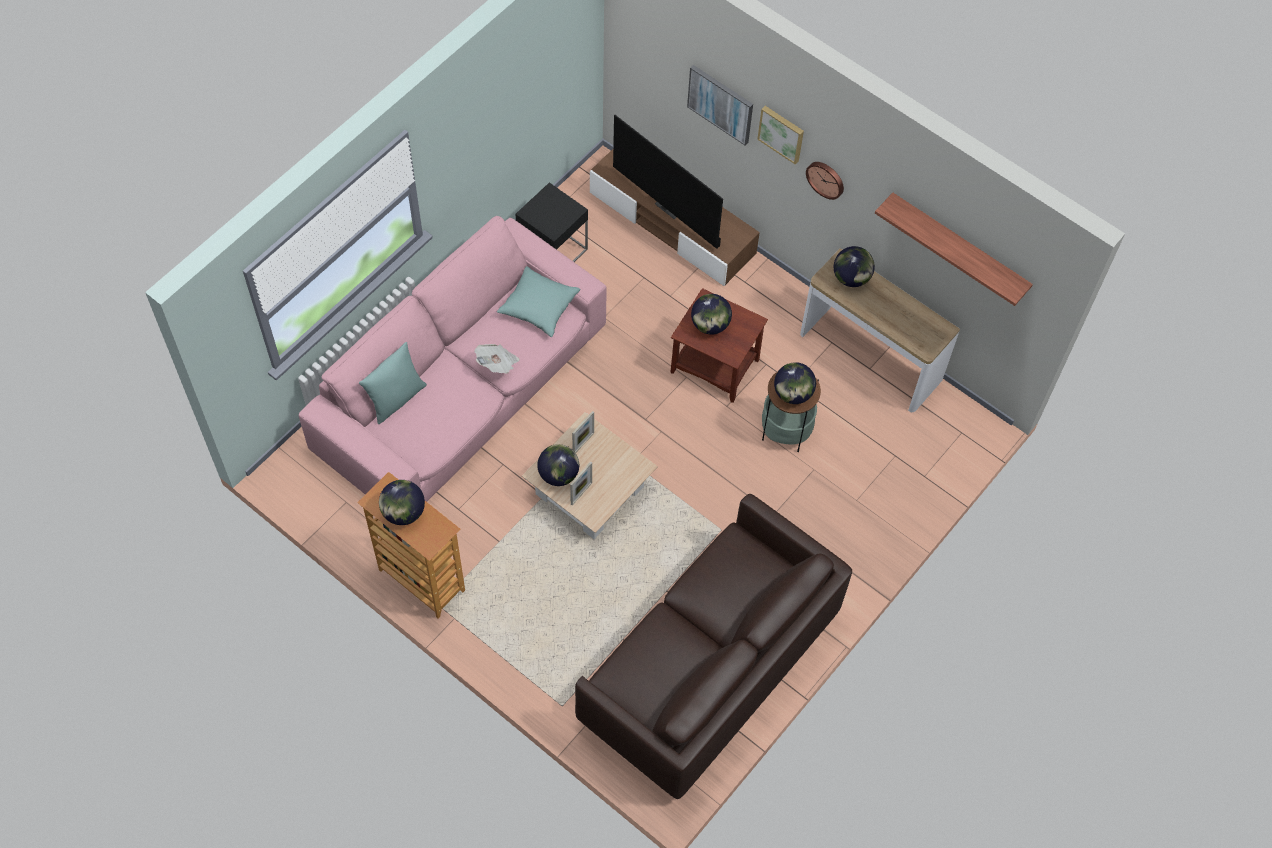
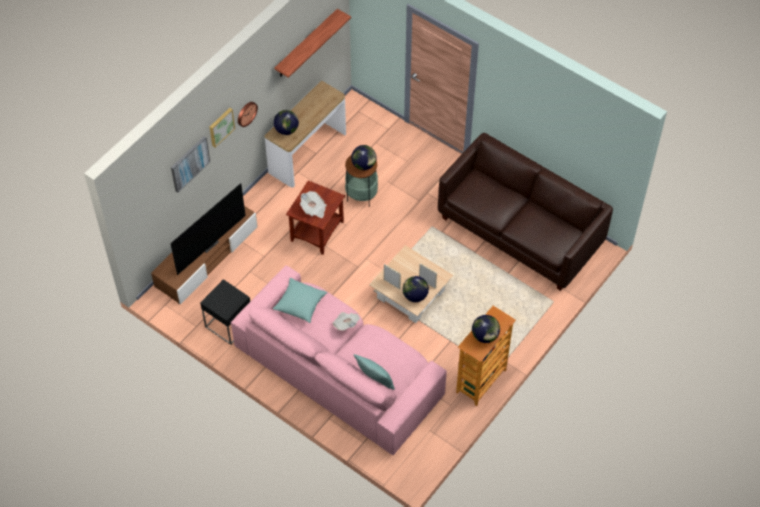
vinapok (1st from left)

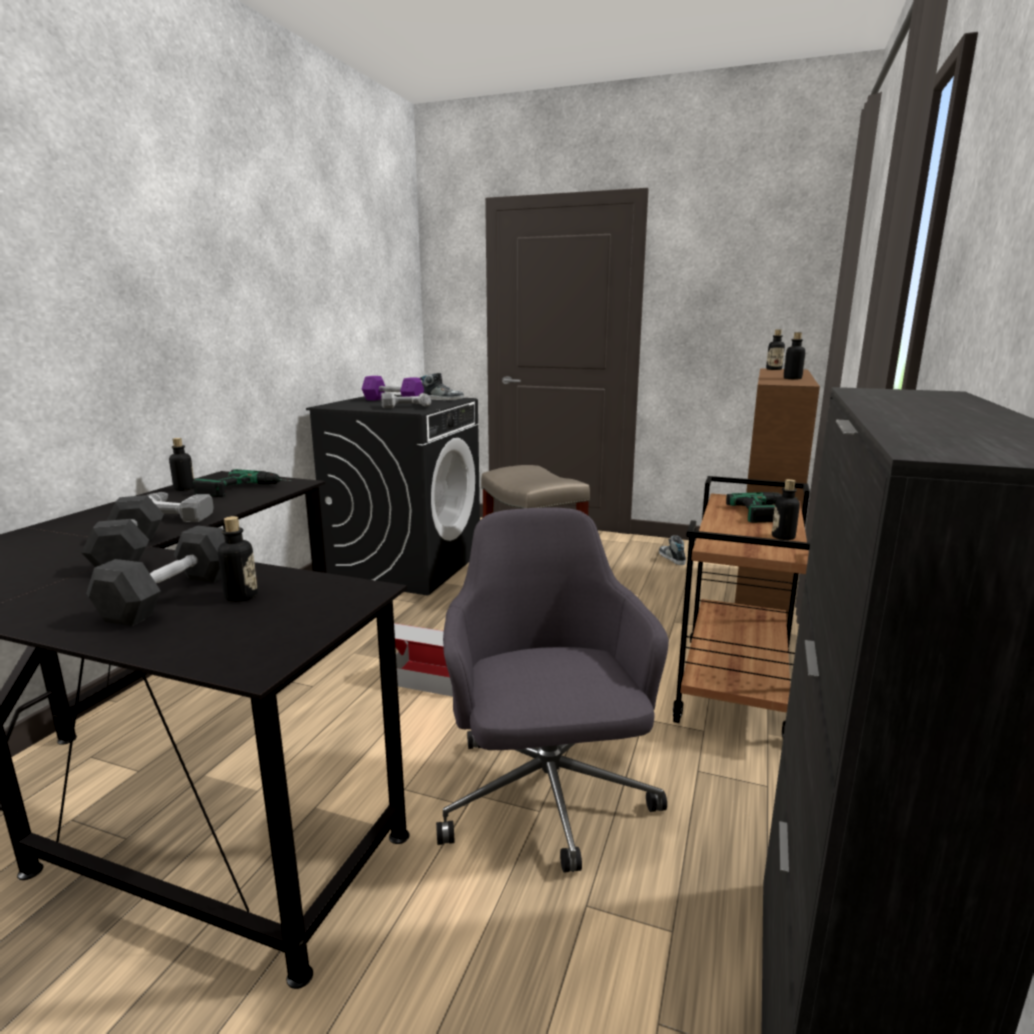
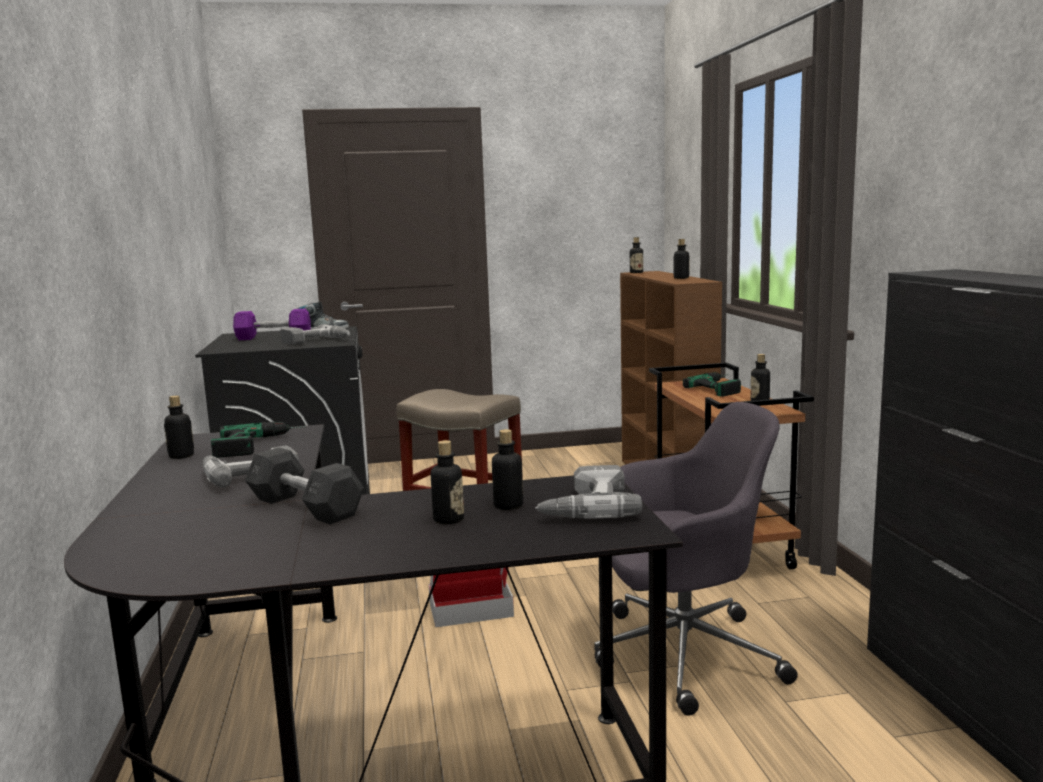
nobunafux (2nd from left)
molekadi (4th from left)
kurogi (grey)
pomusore (2nd from left in the first image)

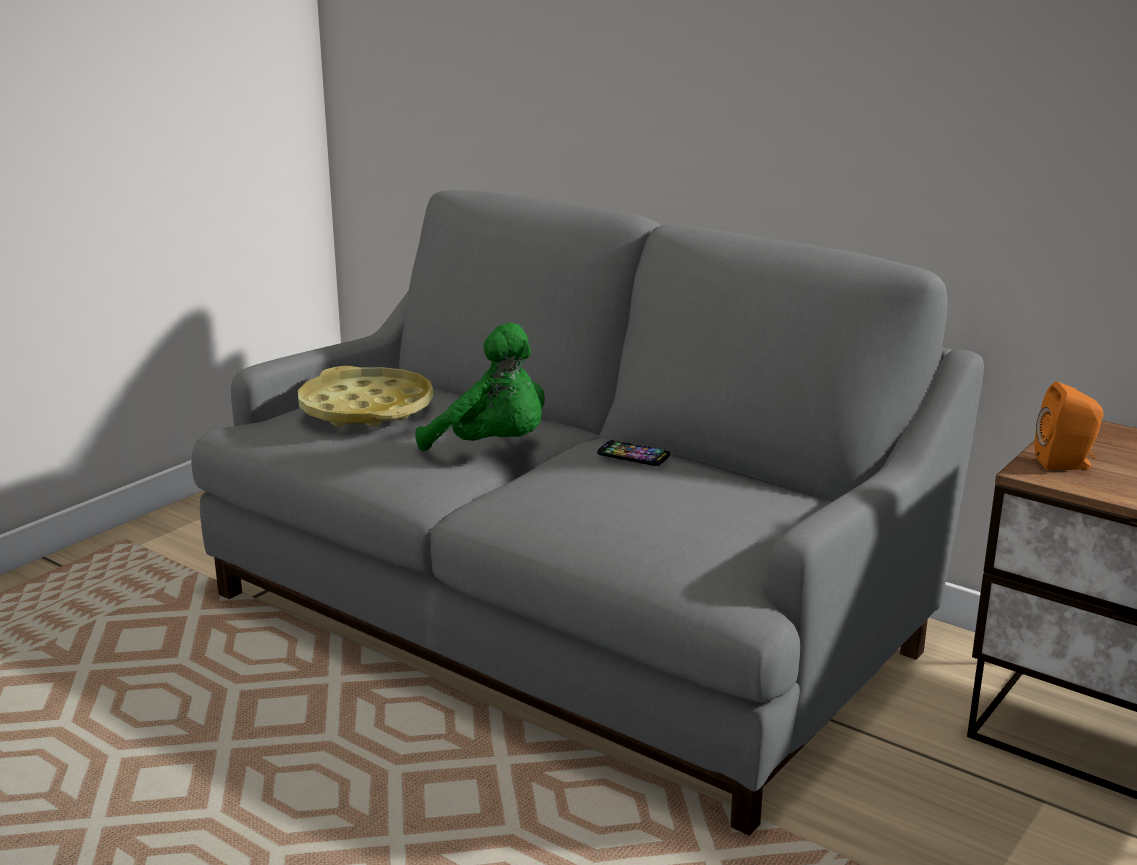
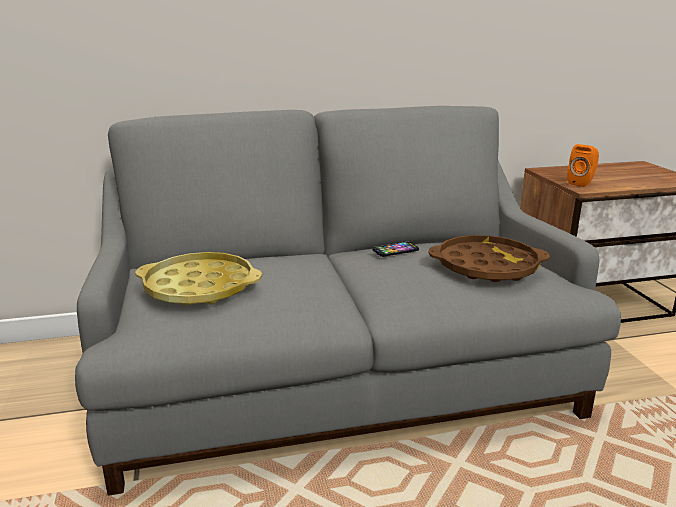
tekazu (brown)
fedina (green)

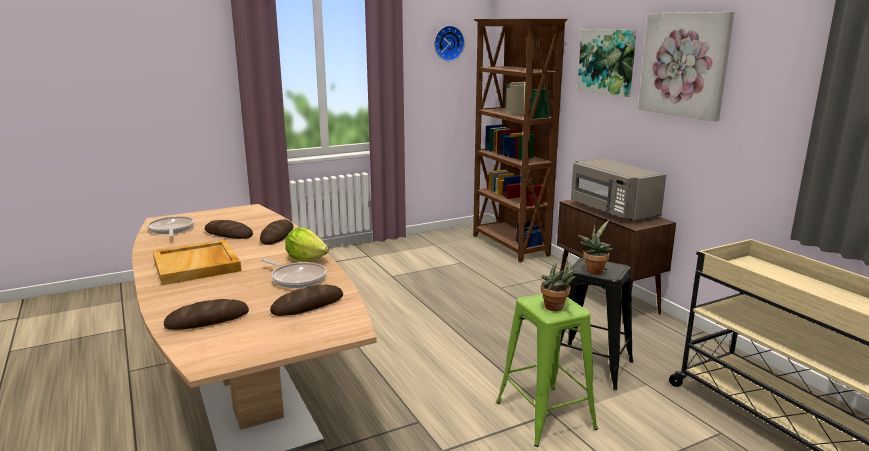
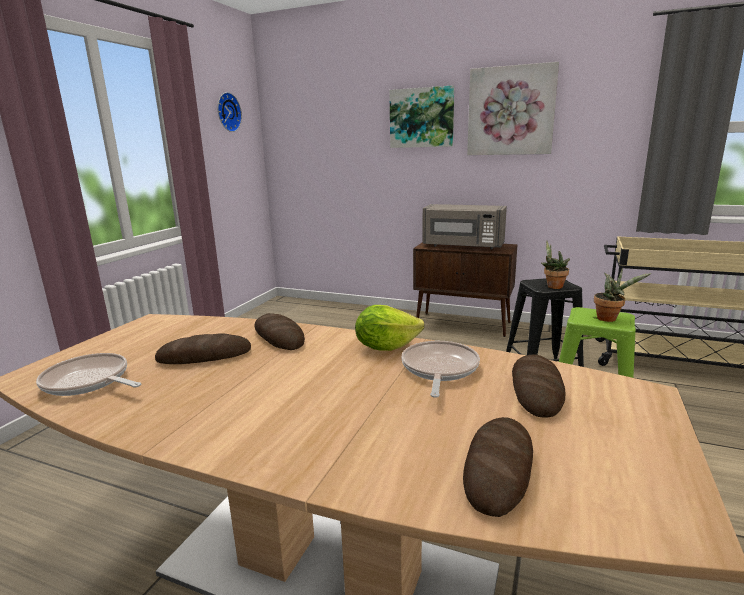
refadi (2nd from left)
tekazu (beige)
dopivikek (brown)

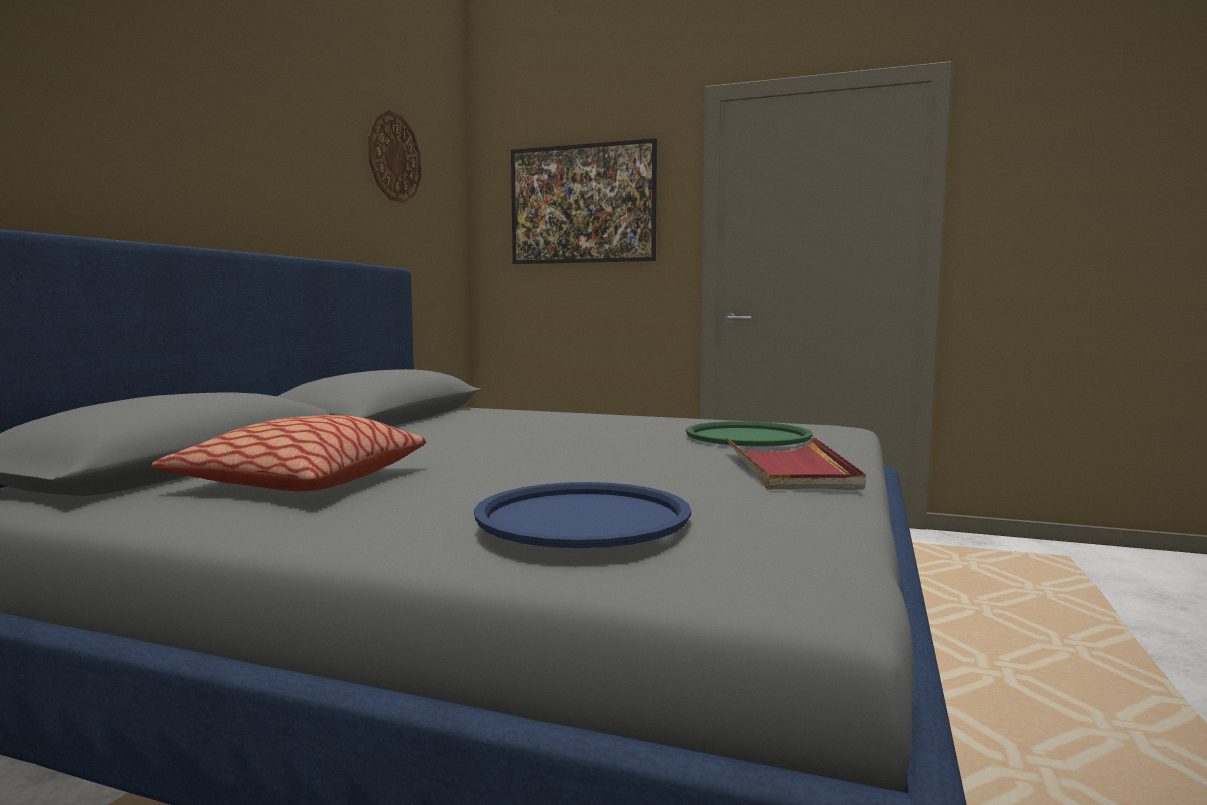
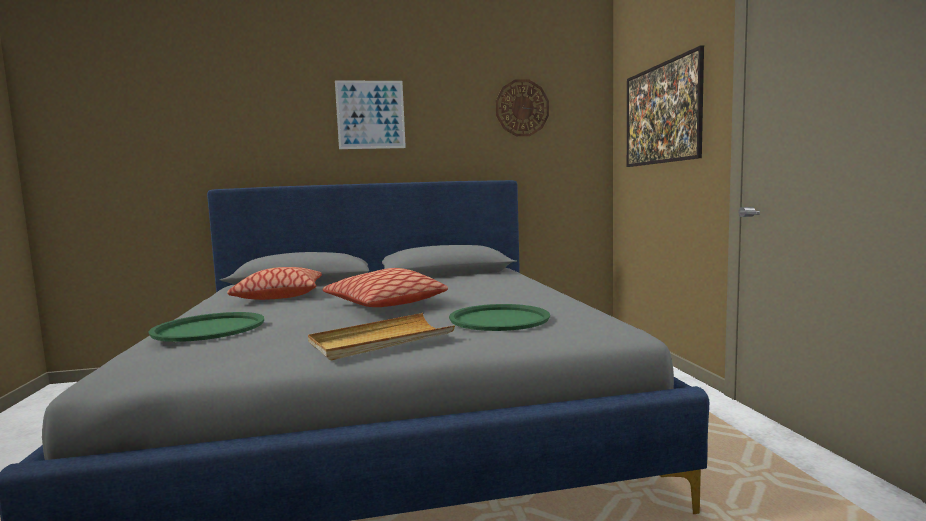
tekazu (green) (1st from left)
tekazu (beige)
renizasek (2nd from left)
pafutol (1st from left)

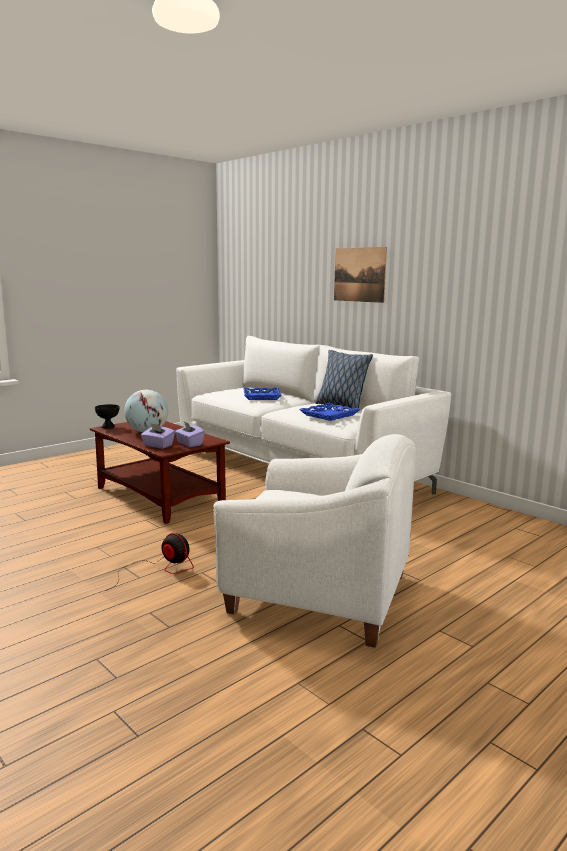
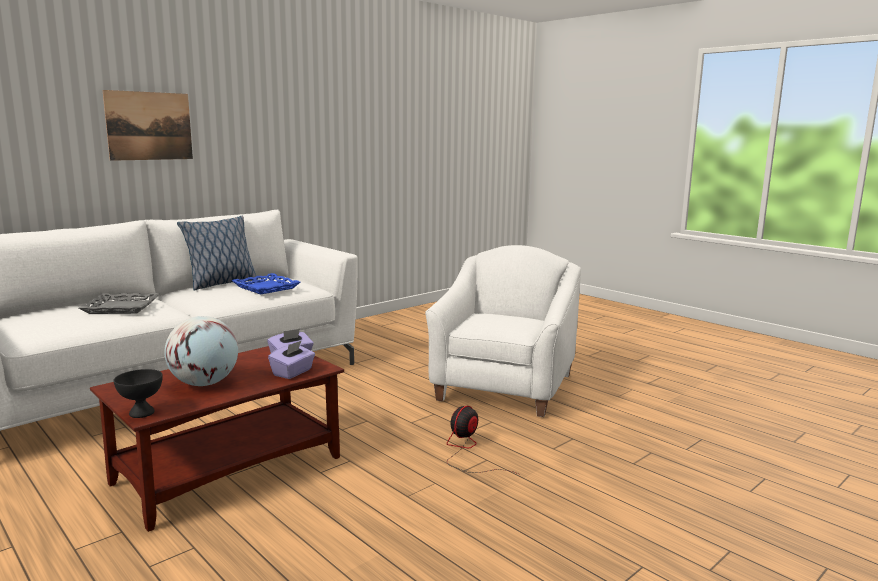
tekazu (grey)

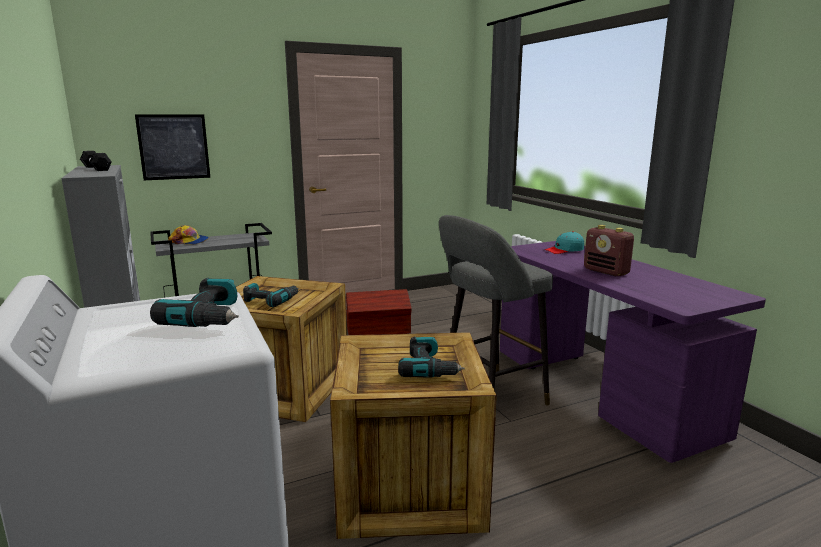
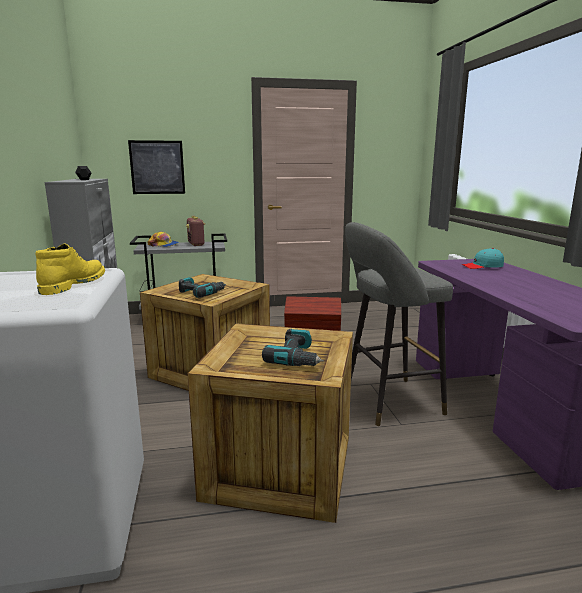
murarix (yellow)
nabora

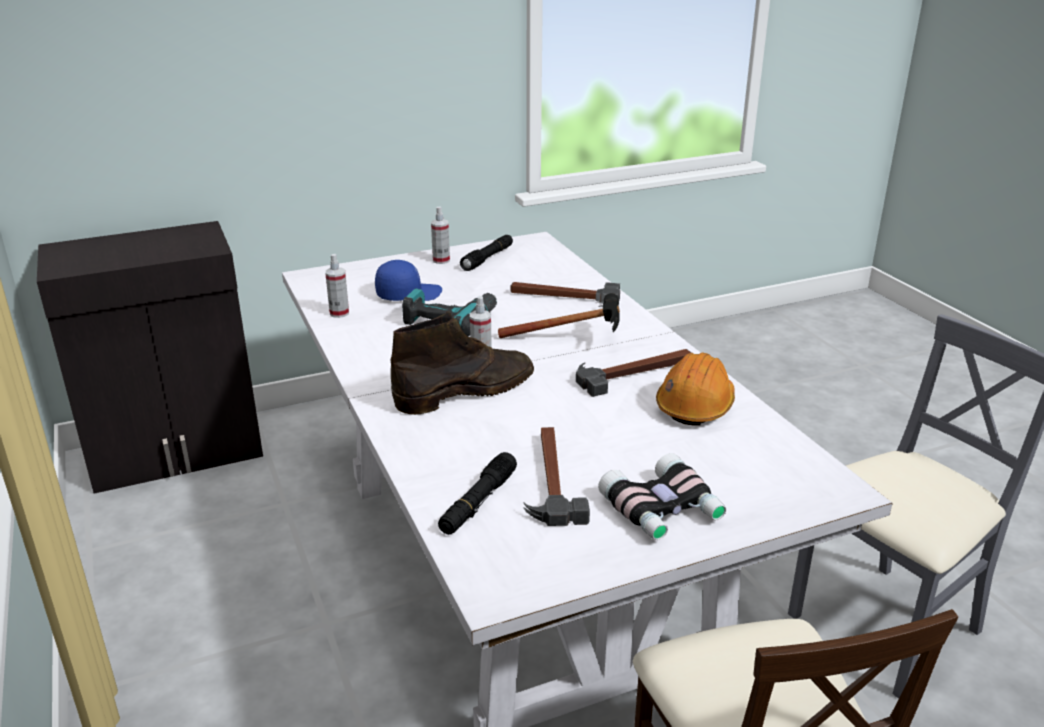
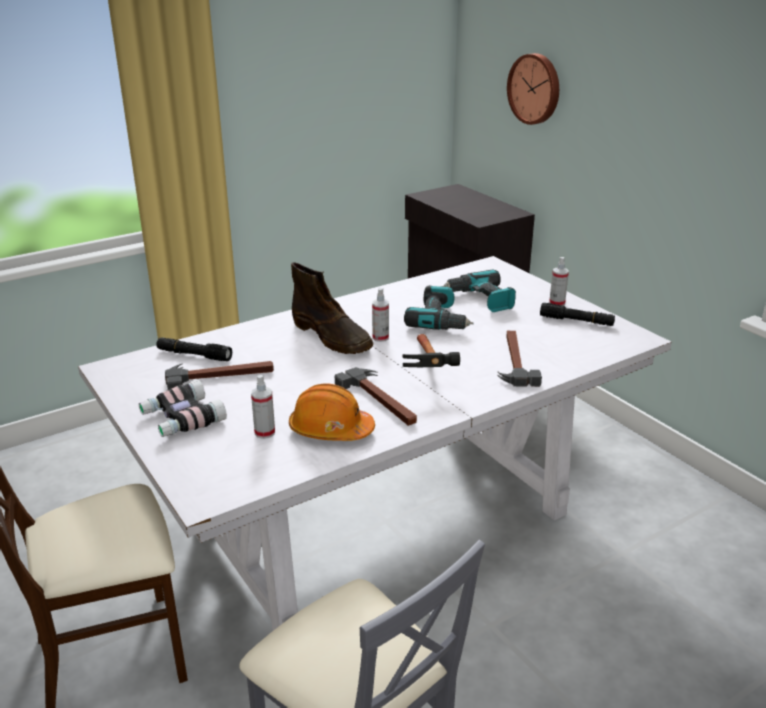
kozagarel (1st from left)
molekadi (2nd from left)
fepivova

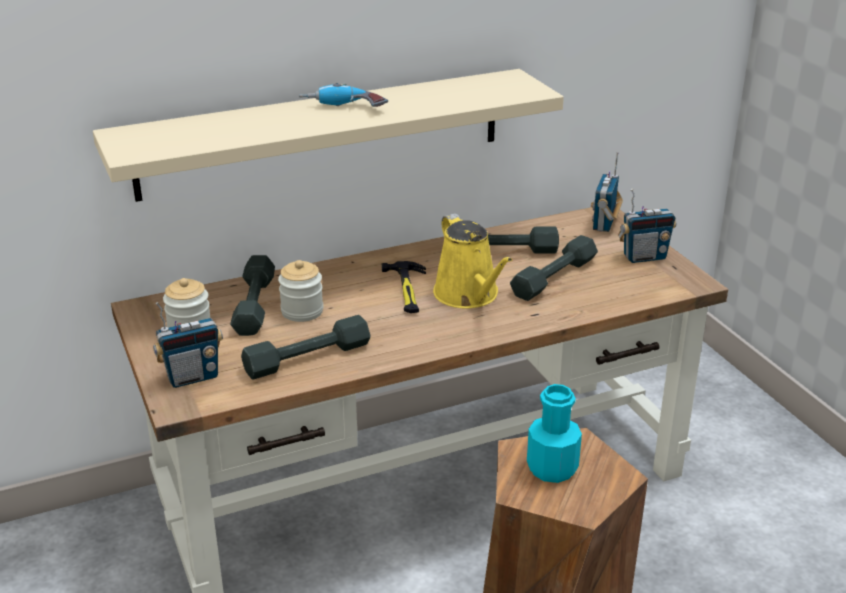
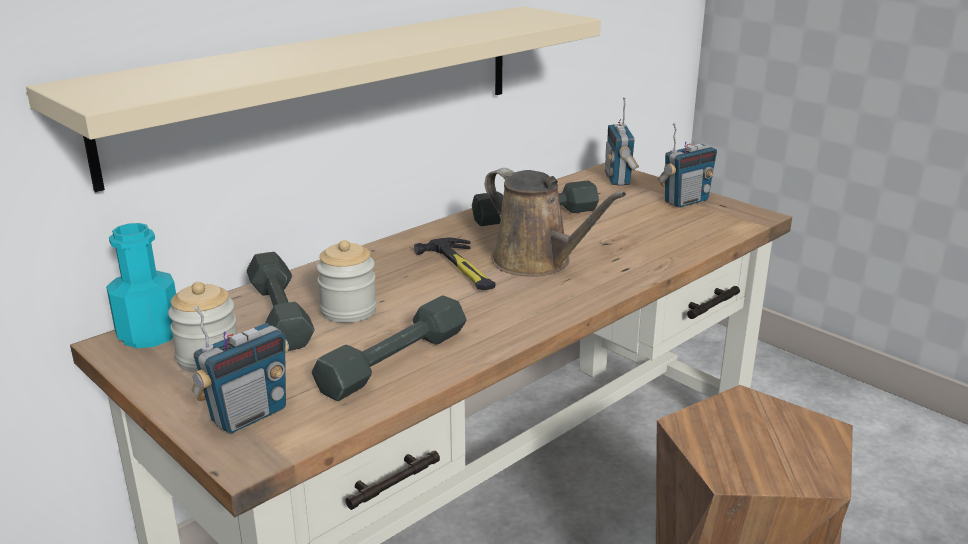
nobunafux (turquoise)
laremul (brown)
molekadi
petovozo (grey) (4th from left in the first image)

